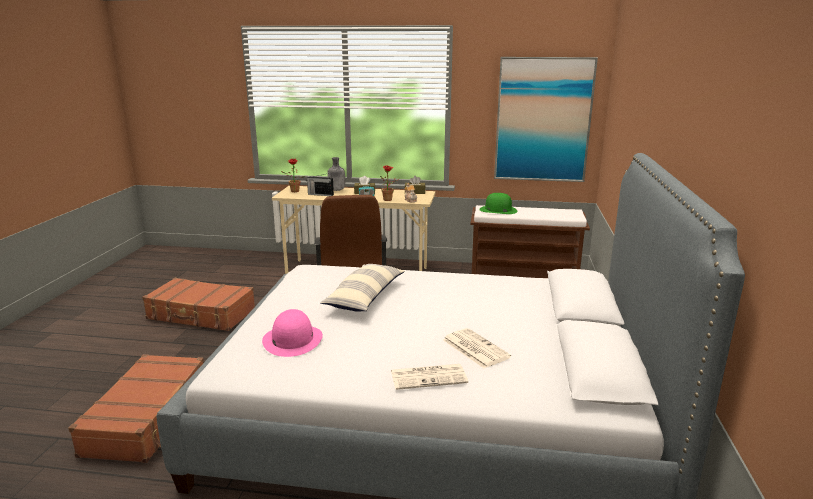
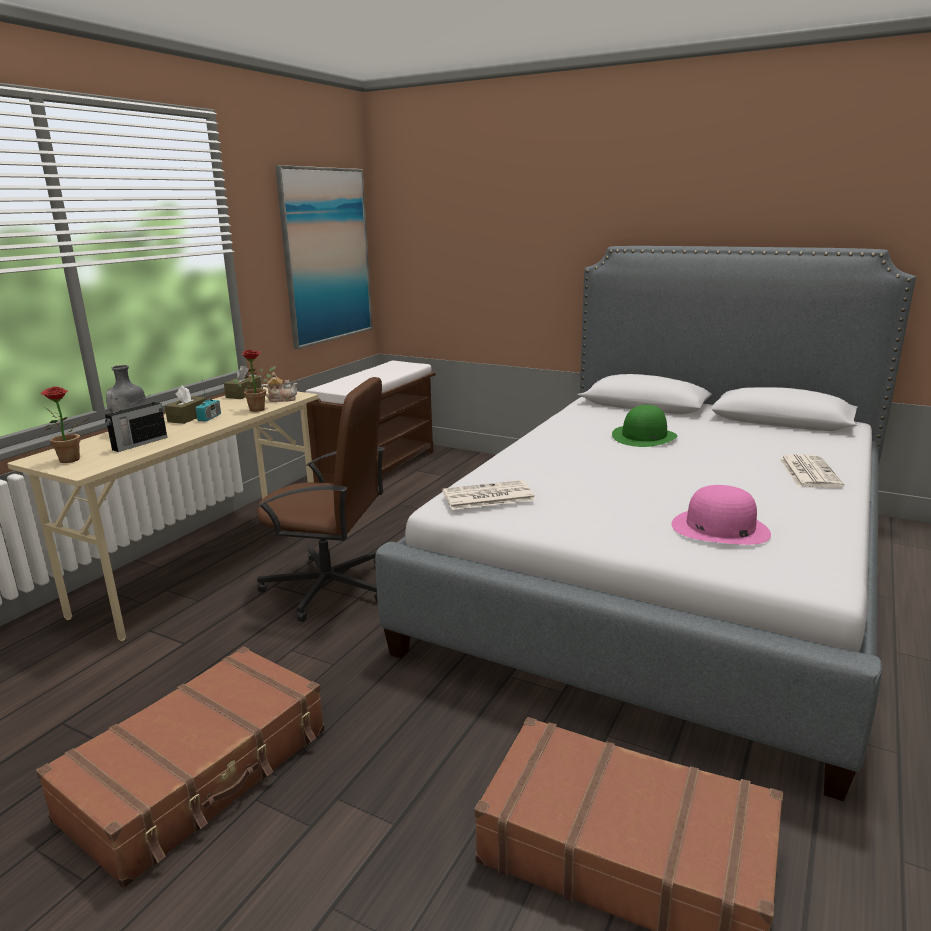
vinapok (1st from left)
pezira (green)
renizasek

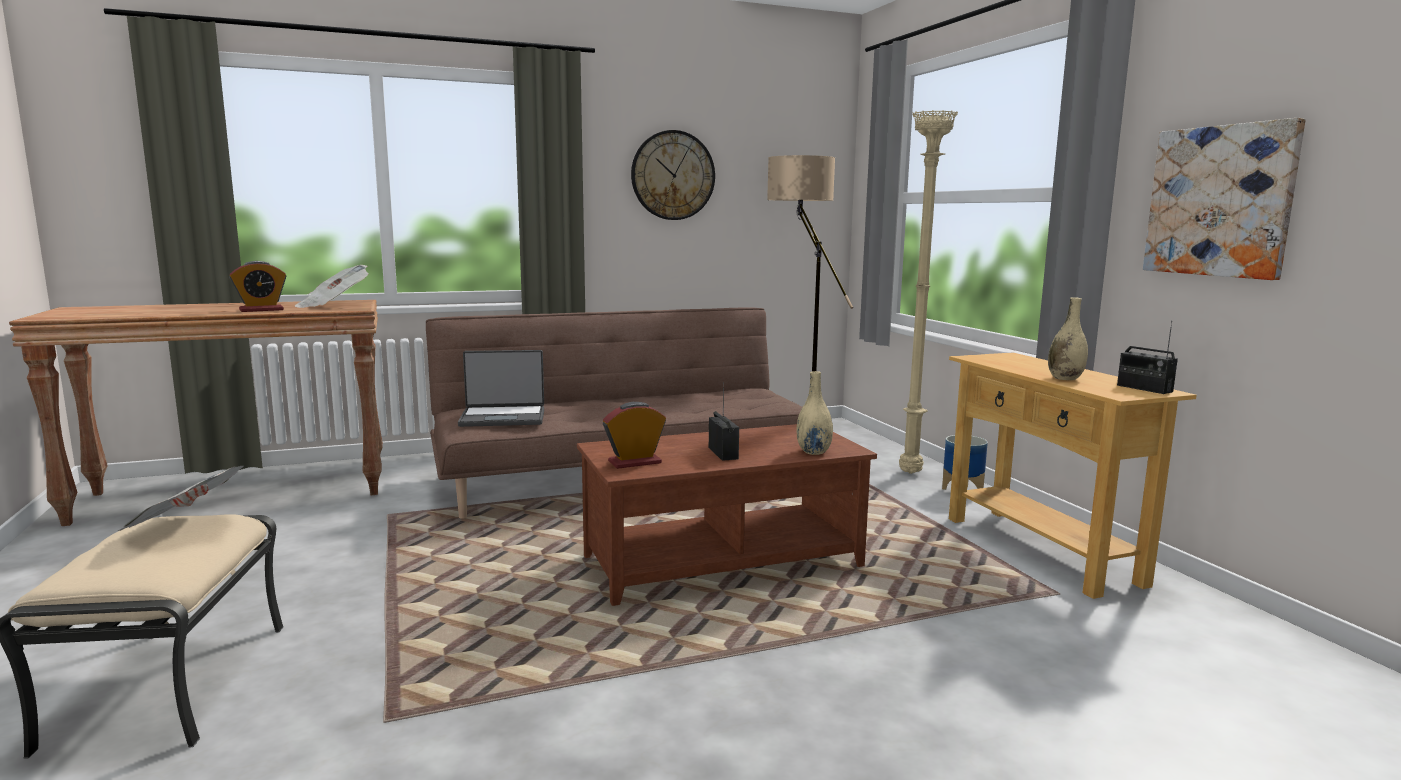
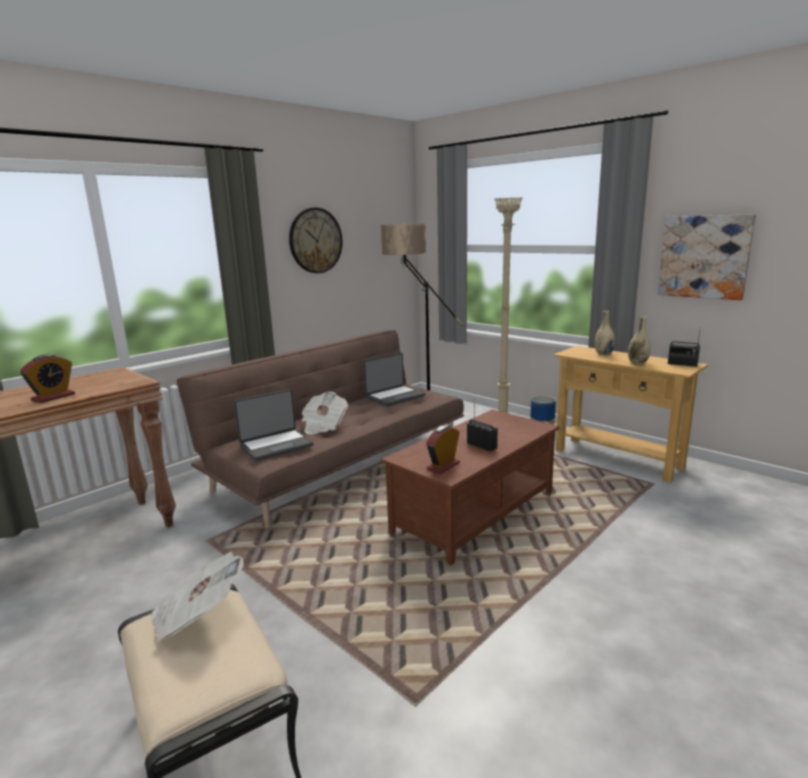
vinapok (2nd from left)
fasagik (2nd from left)
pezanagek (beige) (1st from left)

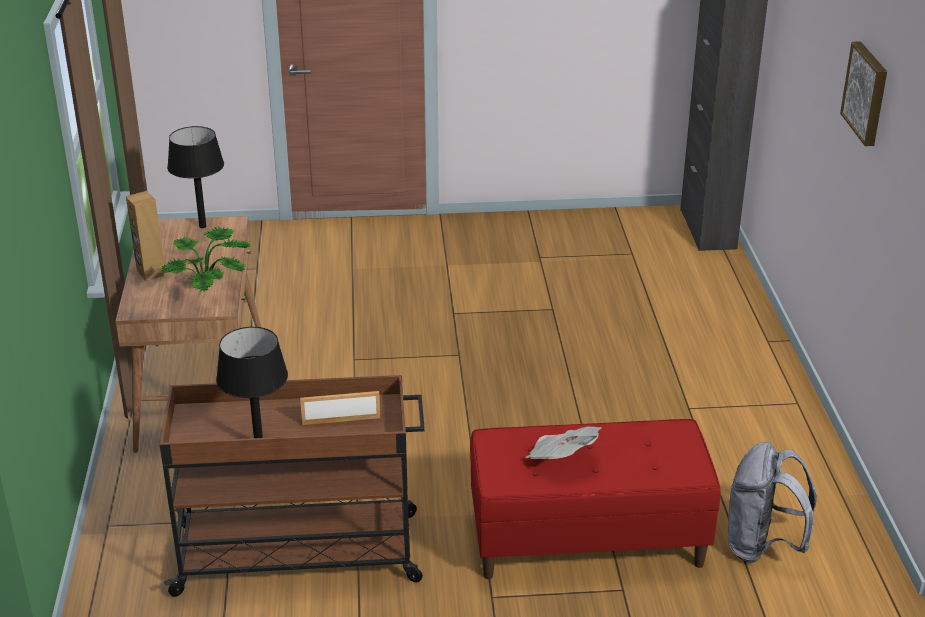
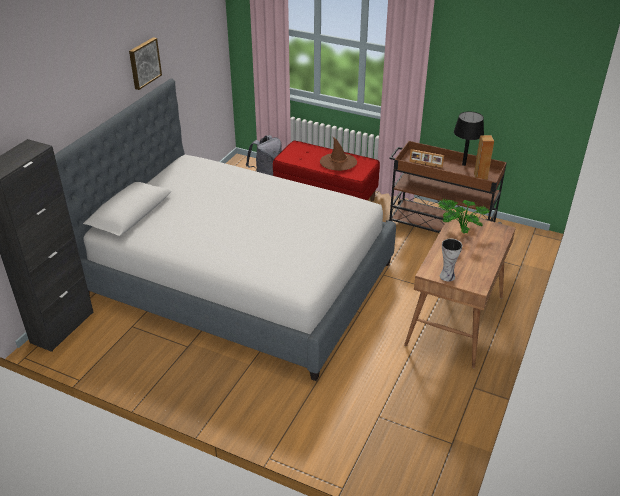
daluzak
pezira (brown)
pezanagek
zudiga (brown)

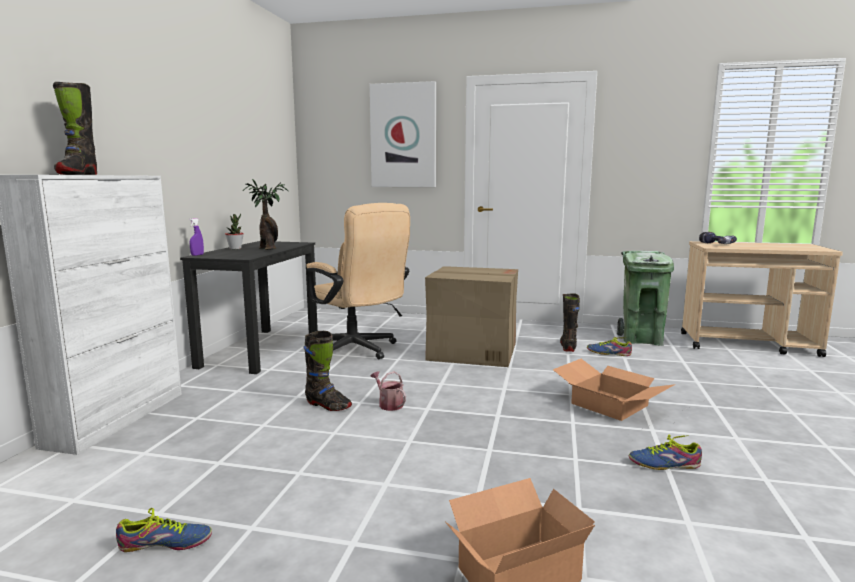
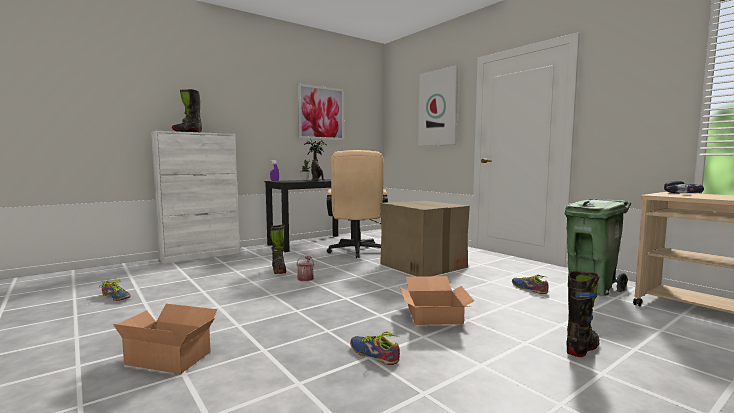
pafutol (1st from left)
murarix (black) (3rd from left)

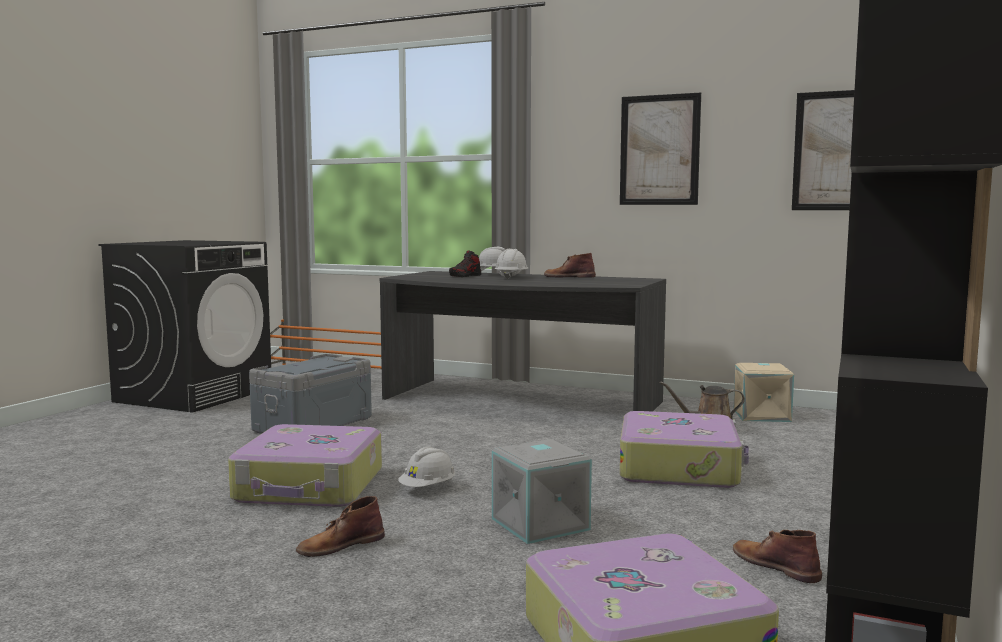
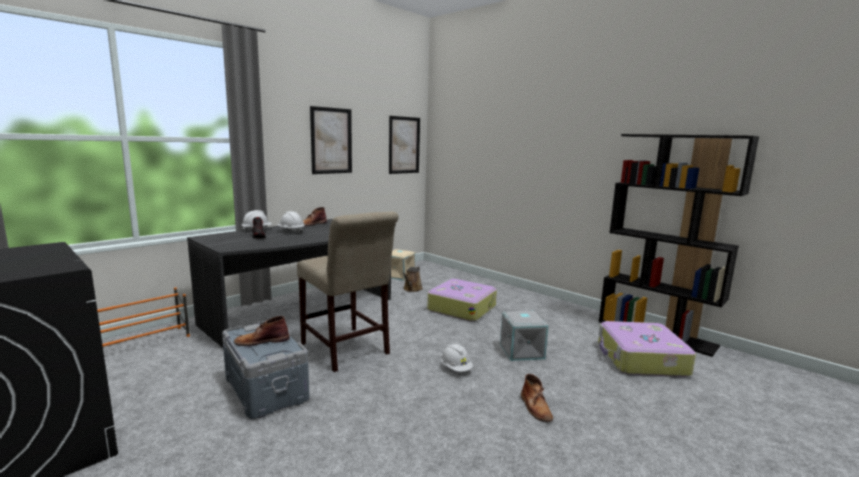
murarix (brown) (1st from left)
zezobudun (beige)
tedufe (1st from left in the first image)

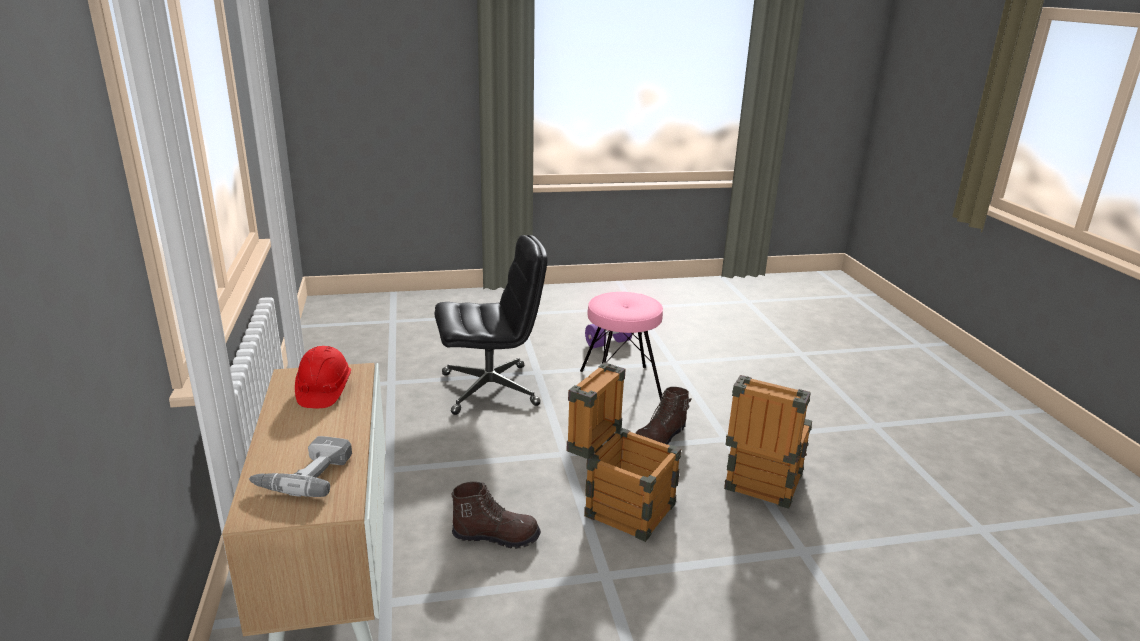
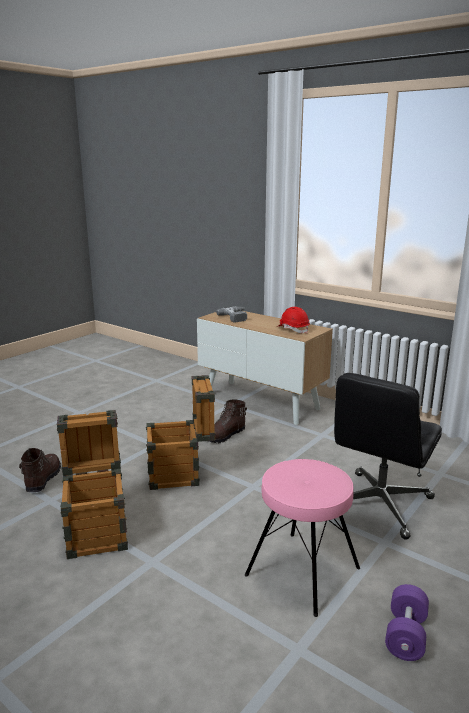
murarix (brown) (1st from left)

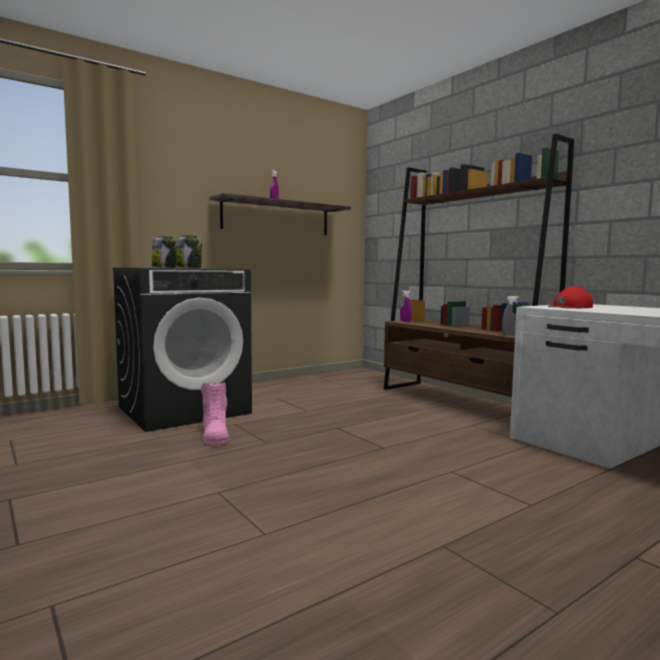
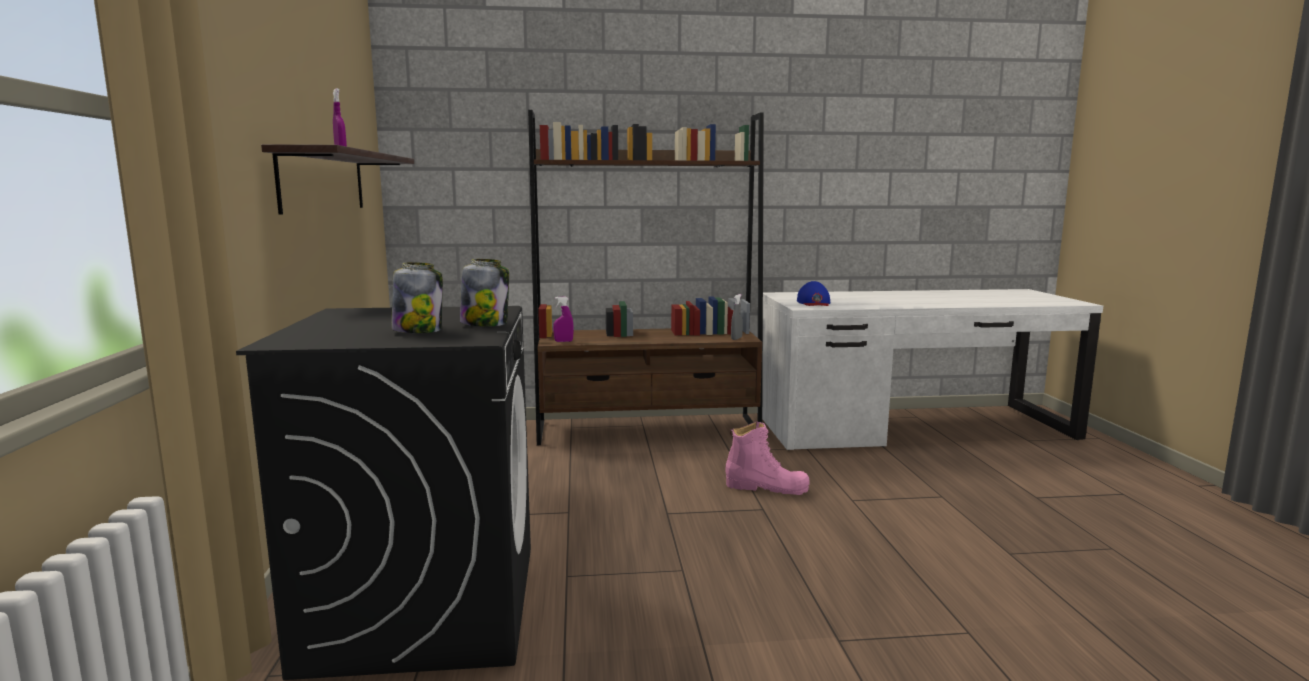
murarix (pink)
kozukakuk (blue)

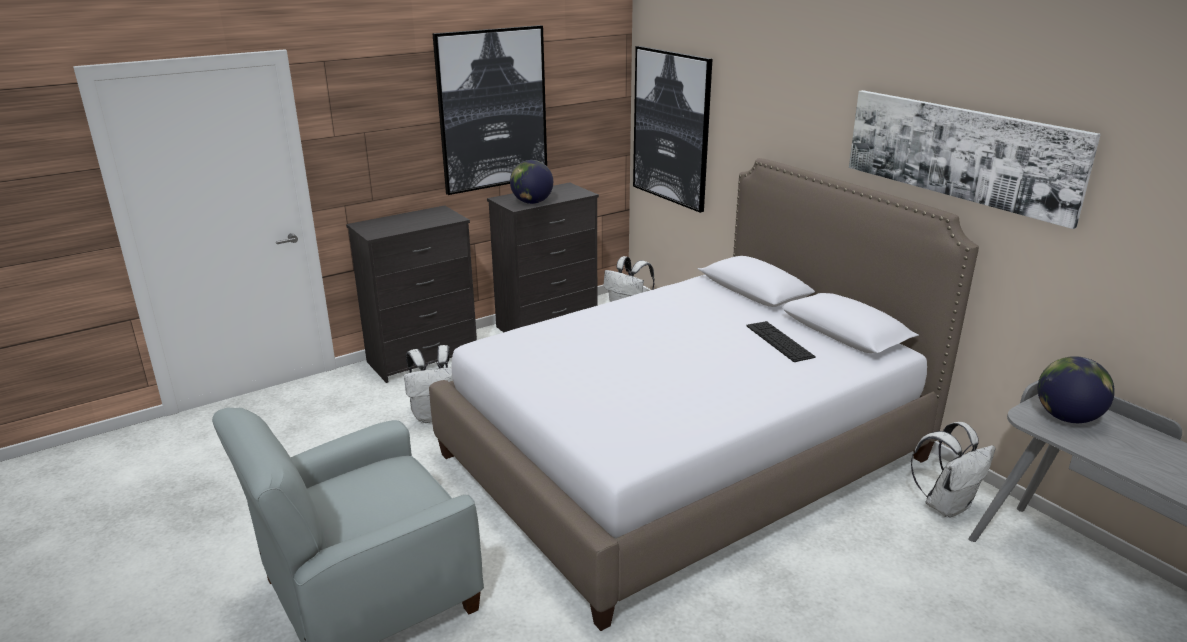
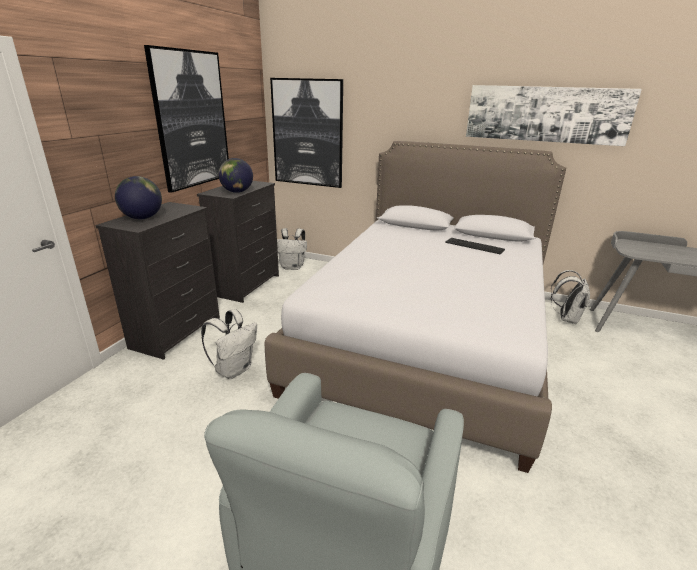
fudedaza (1st from left)

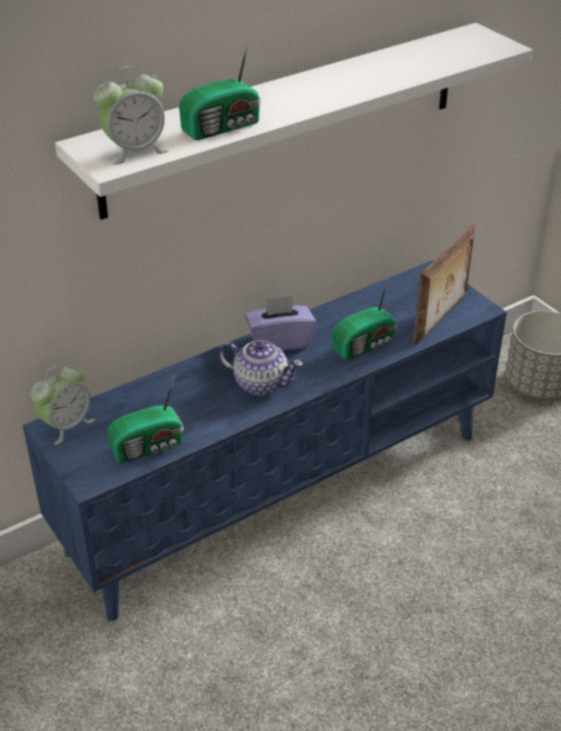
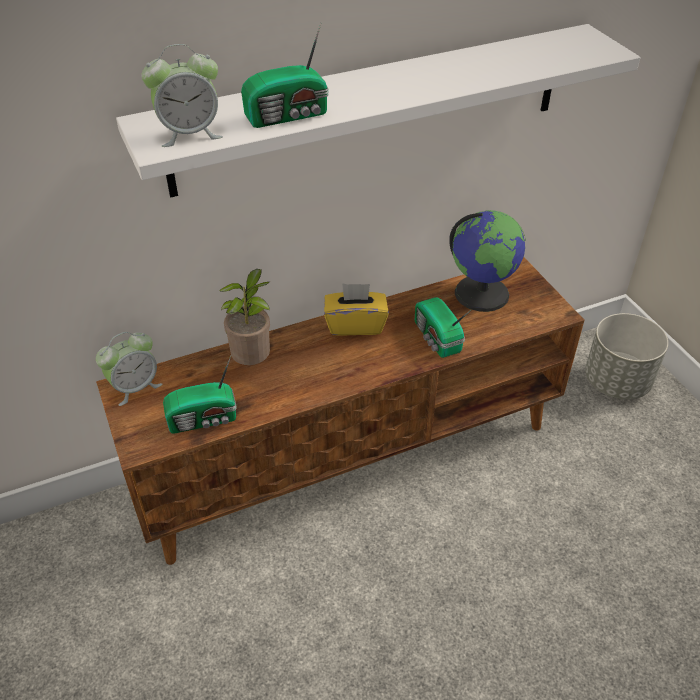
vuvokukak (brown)
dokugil
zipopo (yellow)
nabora (3rd from left)
fudedaza
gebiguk
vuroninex

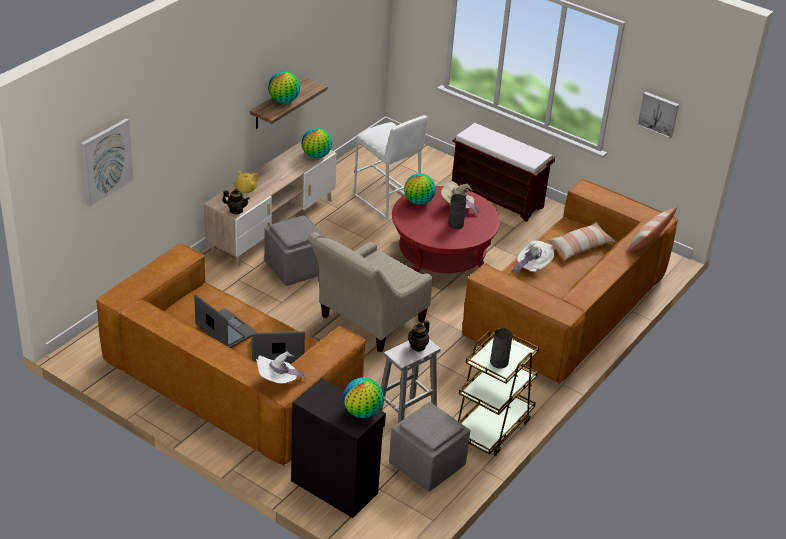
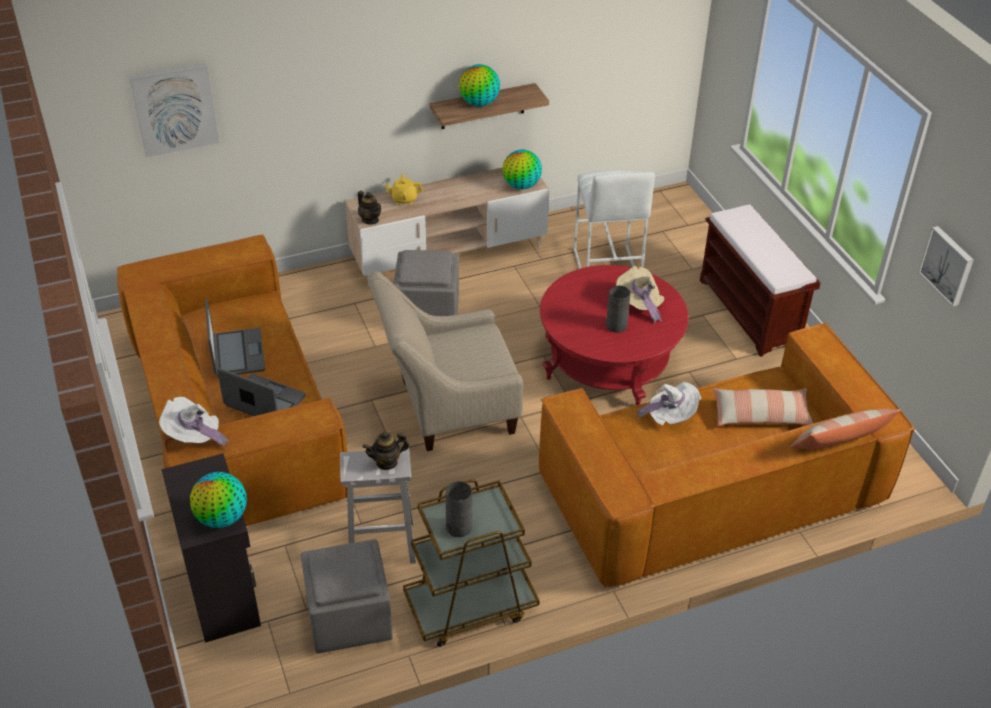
fudedaza (4th from left in the first image)

